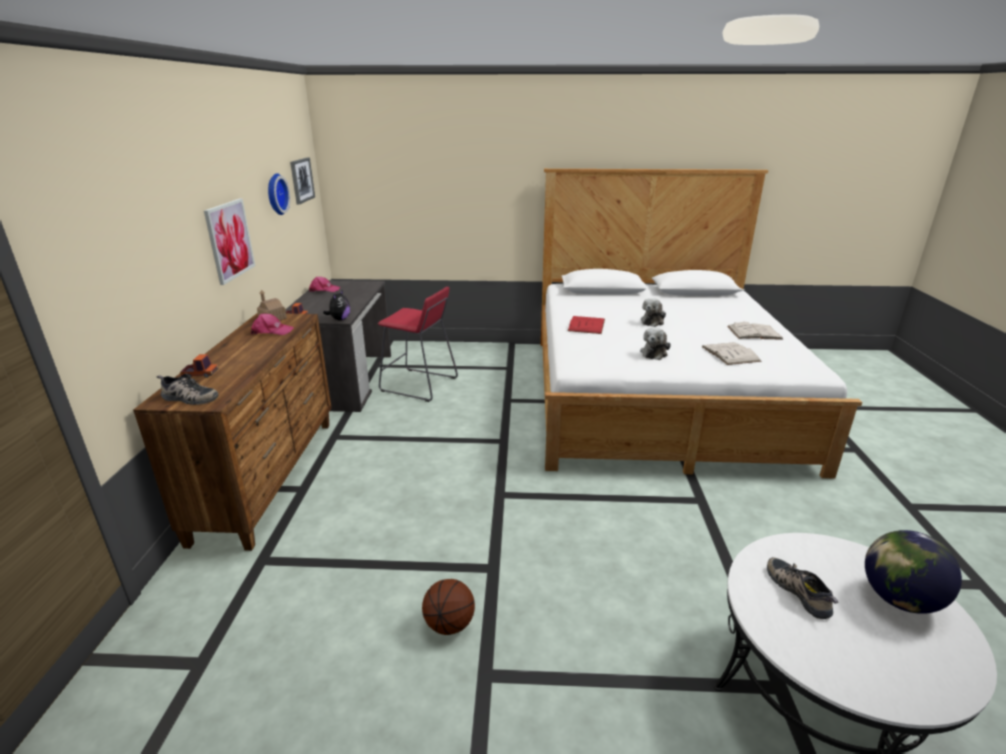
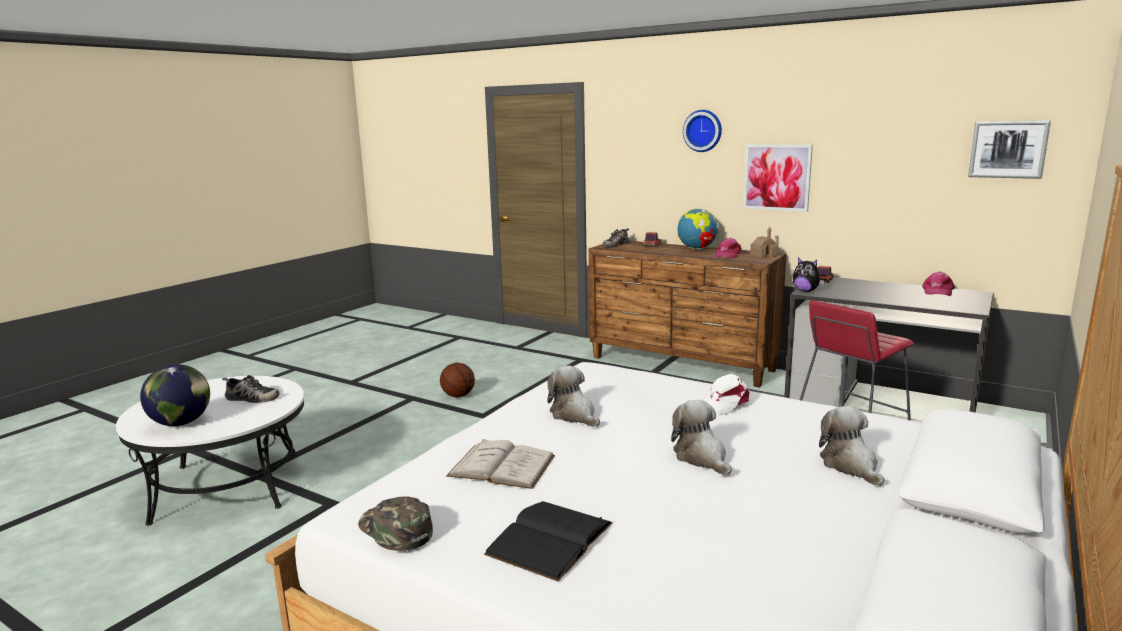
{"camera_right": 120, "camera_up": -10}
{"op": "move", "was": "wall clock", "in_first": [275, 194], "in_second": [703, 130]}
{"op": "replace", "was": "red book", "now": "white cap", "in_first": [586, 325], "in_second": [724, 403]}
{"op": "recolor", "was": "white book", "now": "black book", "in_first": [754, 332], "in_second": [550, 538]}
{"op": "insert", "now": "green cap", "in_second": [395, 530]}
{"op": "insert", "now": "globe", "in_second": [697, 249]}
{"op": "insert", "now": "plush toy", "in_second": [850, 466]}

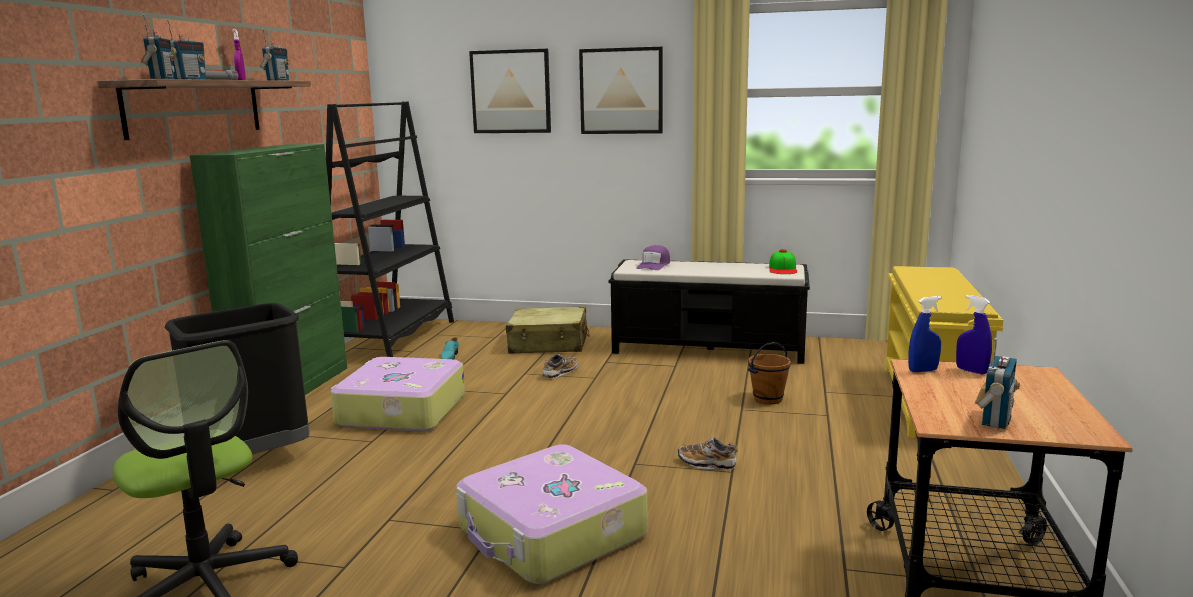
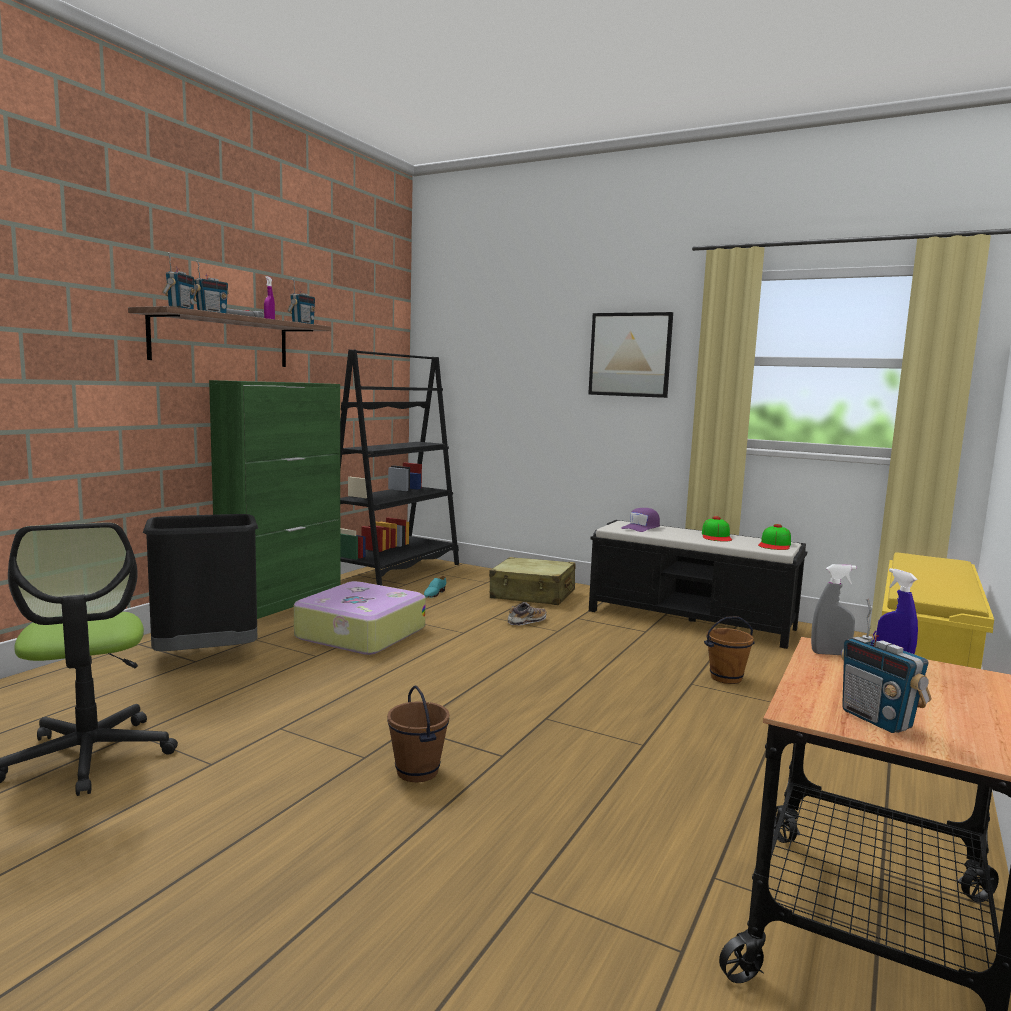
{"camera_right": 15, "camera_up": -5}
{"op": "replace", "was": "suitcase", "now": "brown bucket", "in_first": [551, 534], "in_second": [418, 771]}
{"op": "delete", "was": "picture", "in_first": [511, 91]}
{"op": "delete", "was": "shoe", "in_first": [707, 464]}
{"op": "recolor", "was": "blue spray bottle", "now": "grey spray bottle", "in_first": [923, 370], "in_second": [830, 653]}
{"op": "rotate", "was": "radio", "in_first": [994, 420], "in_second": [877, 719], "clockwise": 105}
{"op": "insert", "now": "cap", "in_second": [716, 536]}

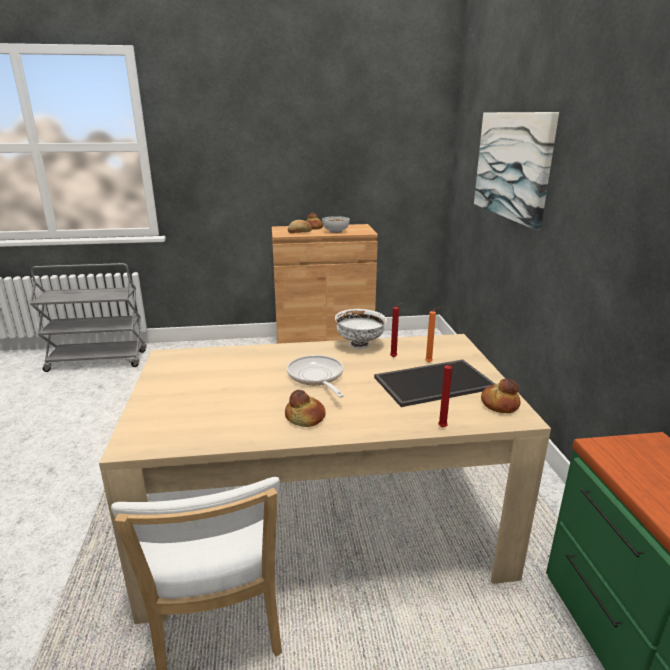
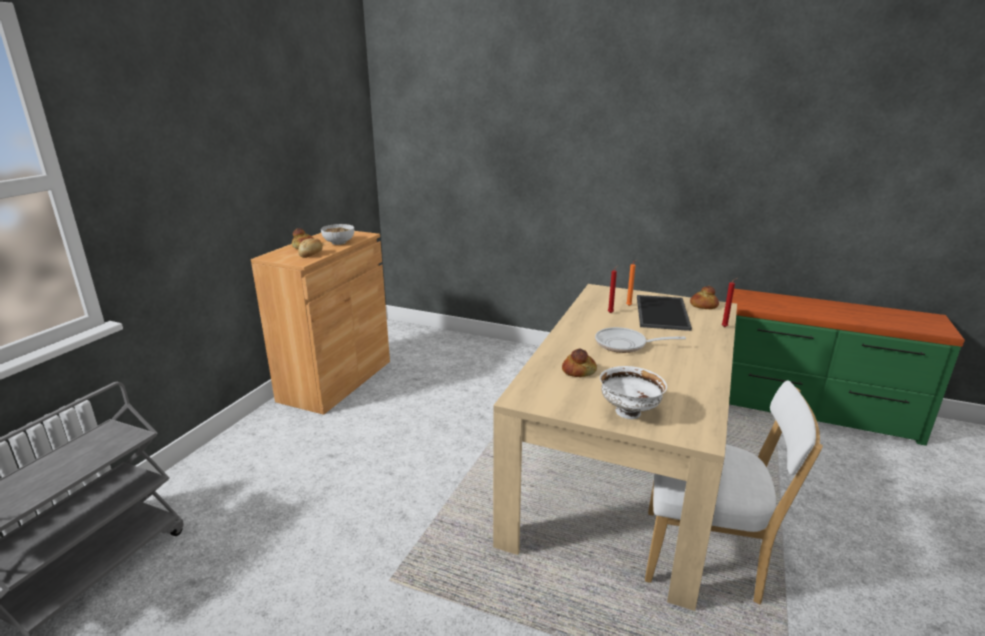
{"camera_right": -60, "camera_up": 0}
{"op": "move", "was": "bread", "in_first": [305, 417], "in_second": [578, 370]}
{"op": "move", "was": "white bowl", "in_first": [360, 345], "in_second": [629, 412]}
{"op": "delete", "was": "picture", "in_first": [512, 165]}

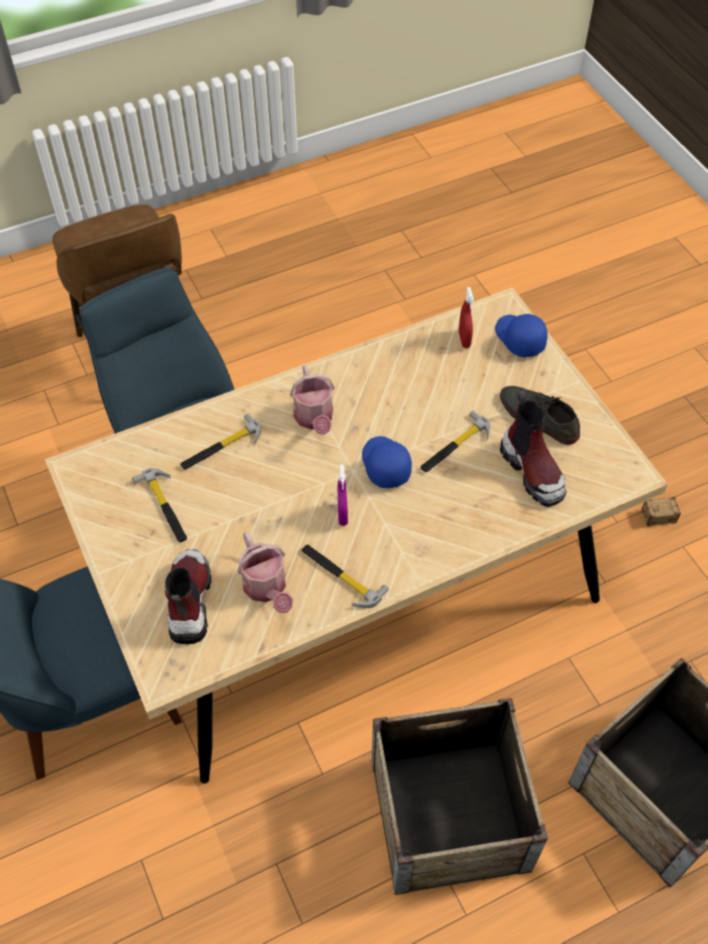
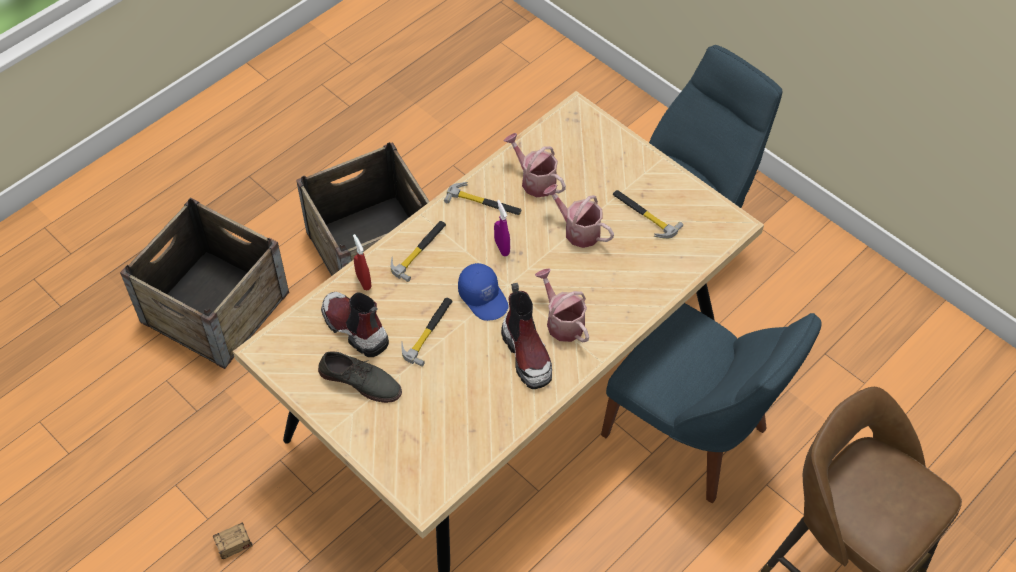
{"camera_right": 160, "camera_up": 0}
{"op": "move", "was": "boot", "in_first": [189, 600], "in_second": [527, 354]}
{"op": "move", "was": "hammer", "in_first": [221, 447], "in_second": [419, 250]}
{"op": "move", "was": "red spray bottle", "in_first": [464, 339], "in_second": [363, 281]}
{"op": "delete", "was": "blue cap", "in_first": [519, 338]}
{"op": "insert", "now": "watering can", "in_second": [577, 230]}

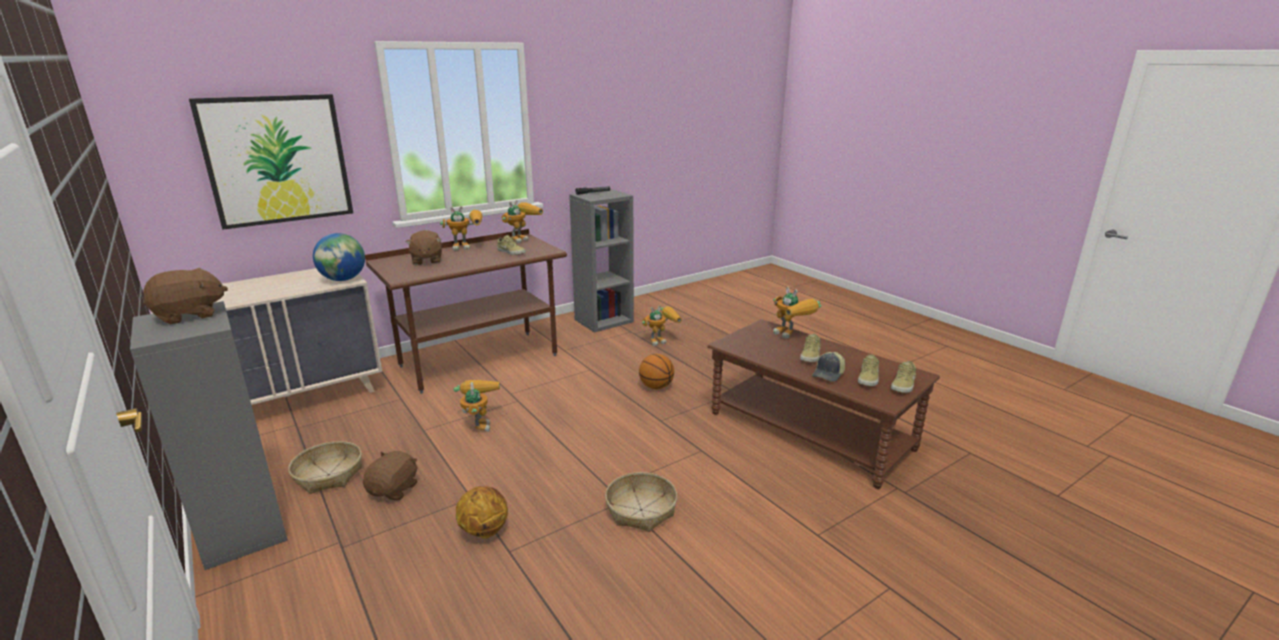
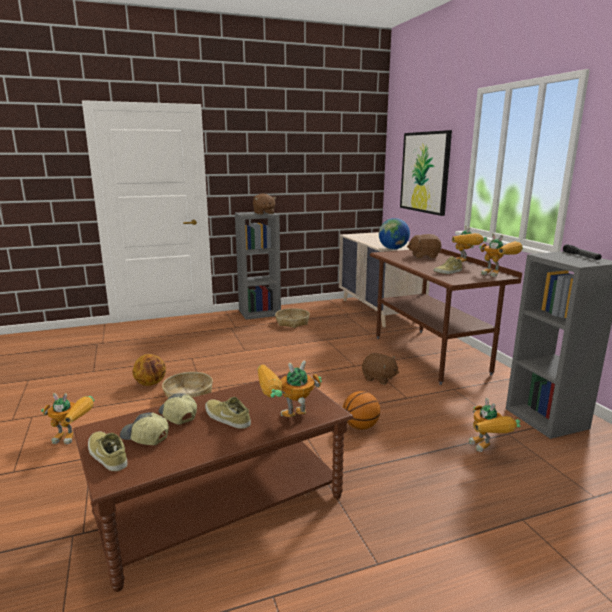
{"camera_right": 105, "camera_up": -5}
{"op": "move", "was": "brown plush toy", "in_first": [394, 490], "in_second": [379, 378]}
{"op": "move", "was": "toy robot", "in_first": [478, 423], "in_second": [74, 438]}
{"op": "move", "was": "basketball", "in_first": [484, 531], "in_second": [151, 383]}
{"op": "replace", "was": "beige shoe", "now": "cap", "in_first": [869, 378], "in_second": [144, 437]}

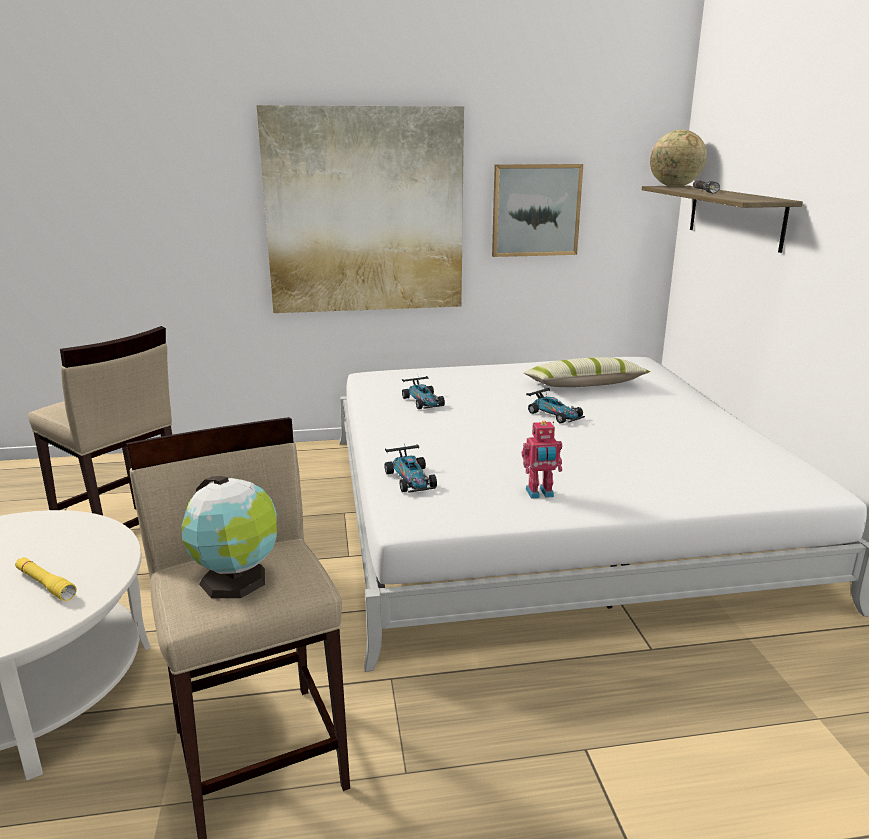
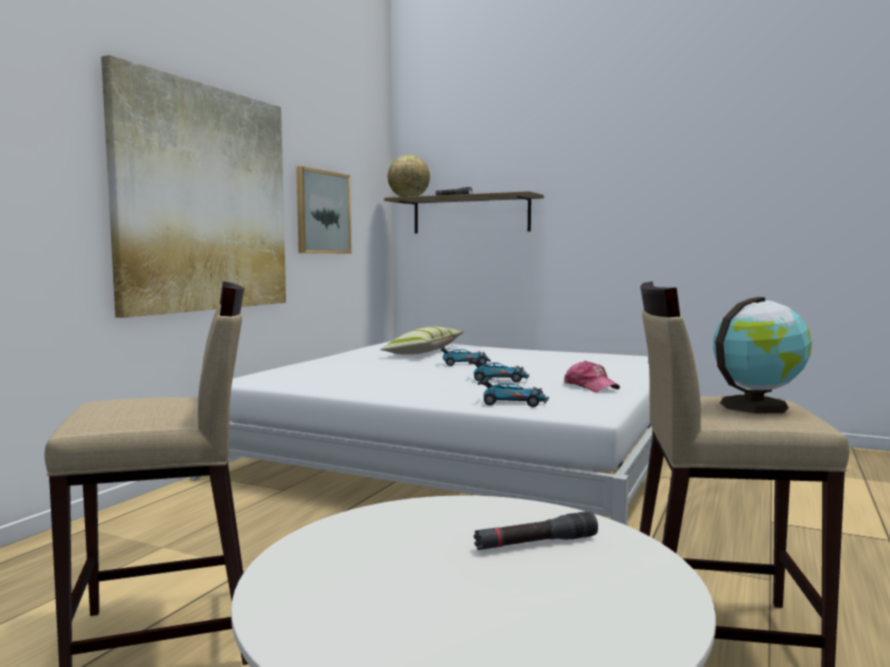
{"camera_right": -55, "camera_up": -15}
{"op": "recolor", "was": "yellow flashlight", "now": "black flashlight", "in_first": [45, 584], "in_second": [535, 543]}
{"op": "move", "was": "toy car", "in_first": [423, 401], "in_second": [498, 379]}
{"op": "replace", "was": "toy robot", "now": "cap", "in_first": [540, 494], "in_second": [590, 387]}

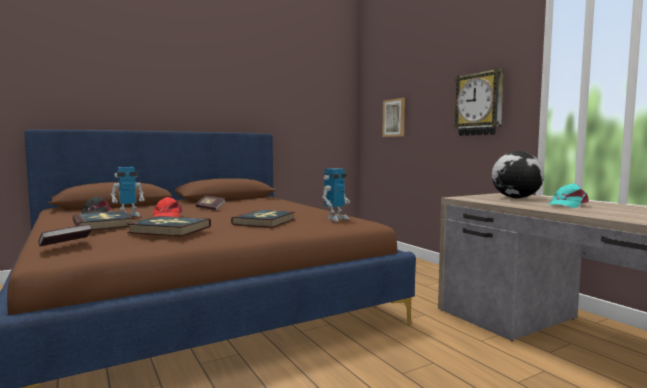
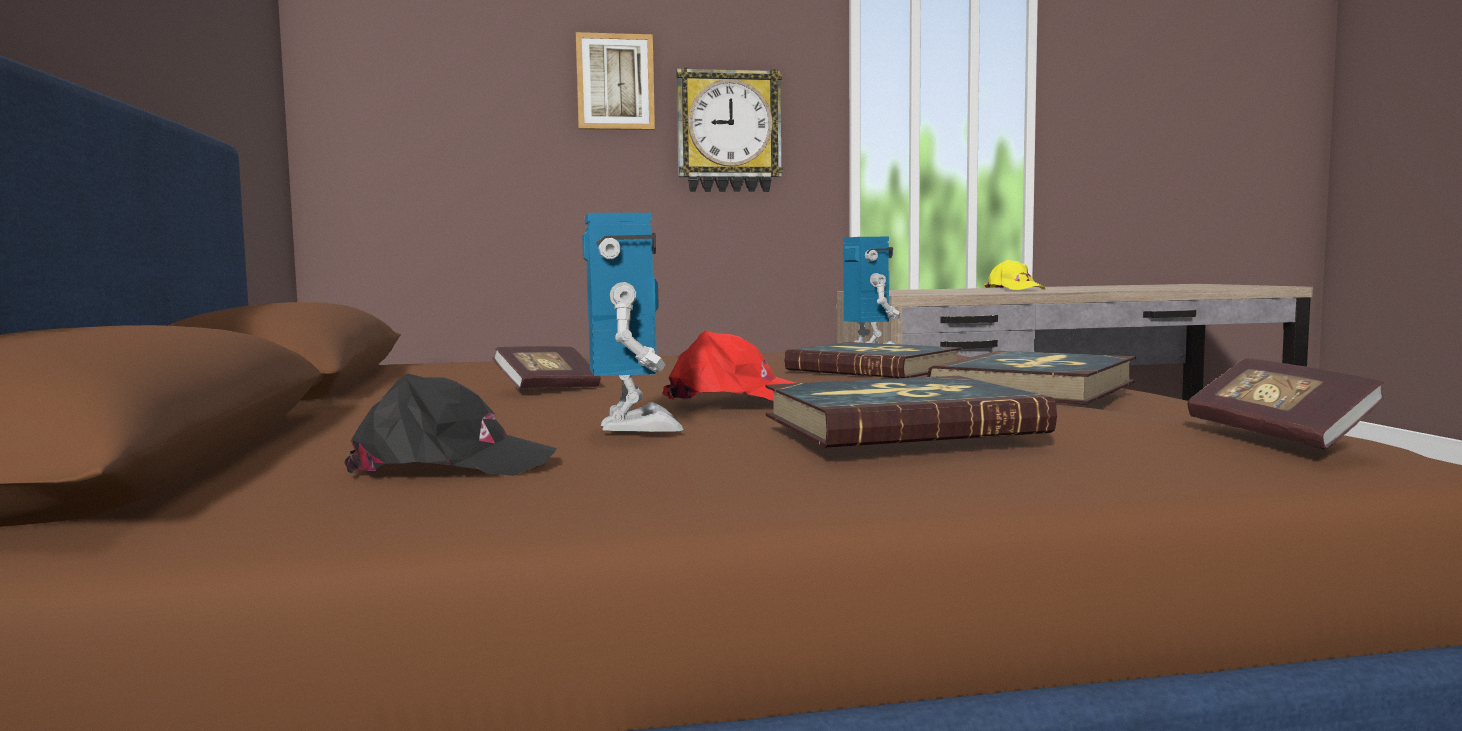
{"camera_right": -70, "camera_up": 0}
{"op": "move", "was": "picture", "in_first": [394, 118], "in_second": [615, 82]}
{"op": "delete", "was": "globe", "in_first": [516, 198]}
{"op": "recolor", "was": "turquoise cap", "now": "yellow cap", "in_first": [567, 205], "in_second": [1014, 289]}

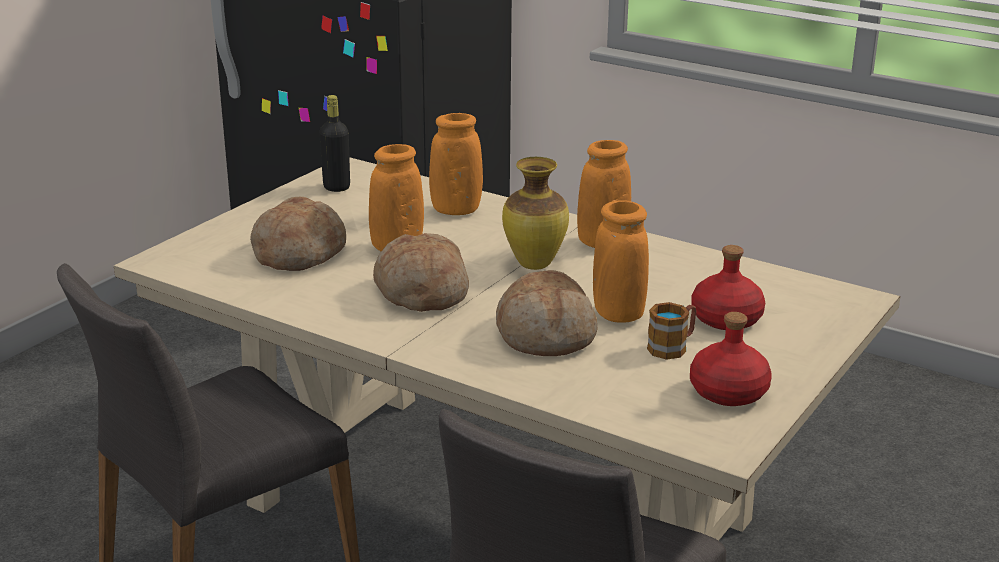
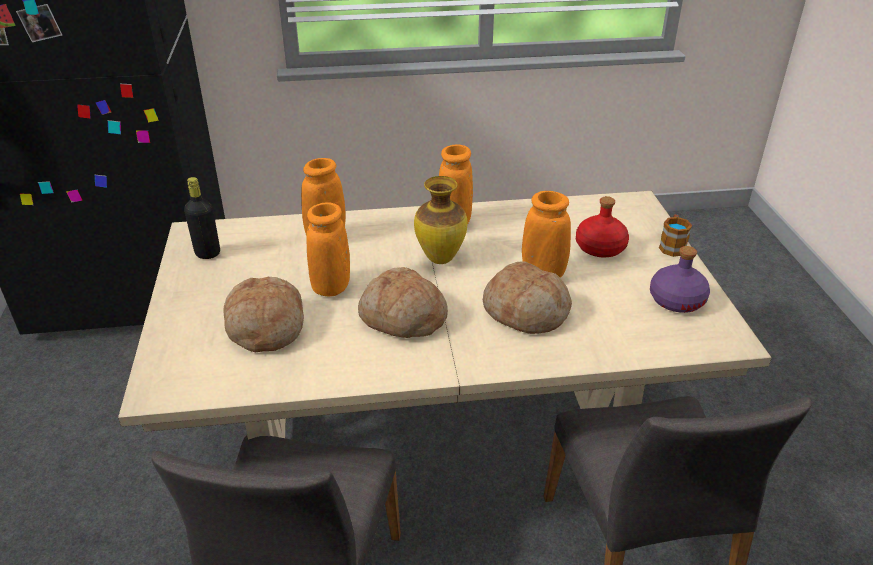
{"camera_right": -40, "camera_up": 10}
{"op": "move", "was": "mug", "in_first": [672, 347], "in_second": [672, 245]}
{"op": "recolor", "was": "red bottle", "now": "purple bottle", "in_first": [728, 392], "in_second": [676, 300]}

